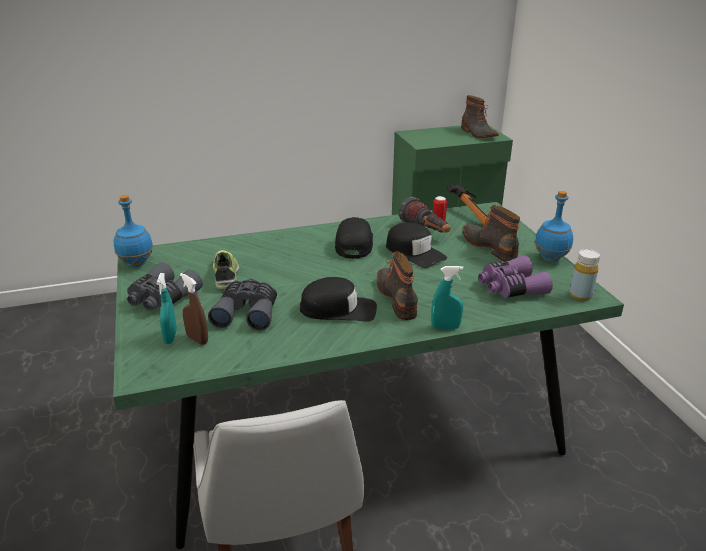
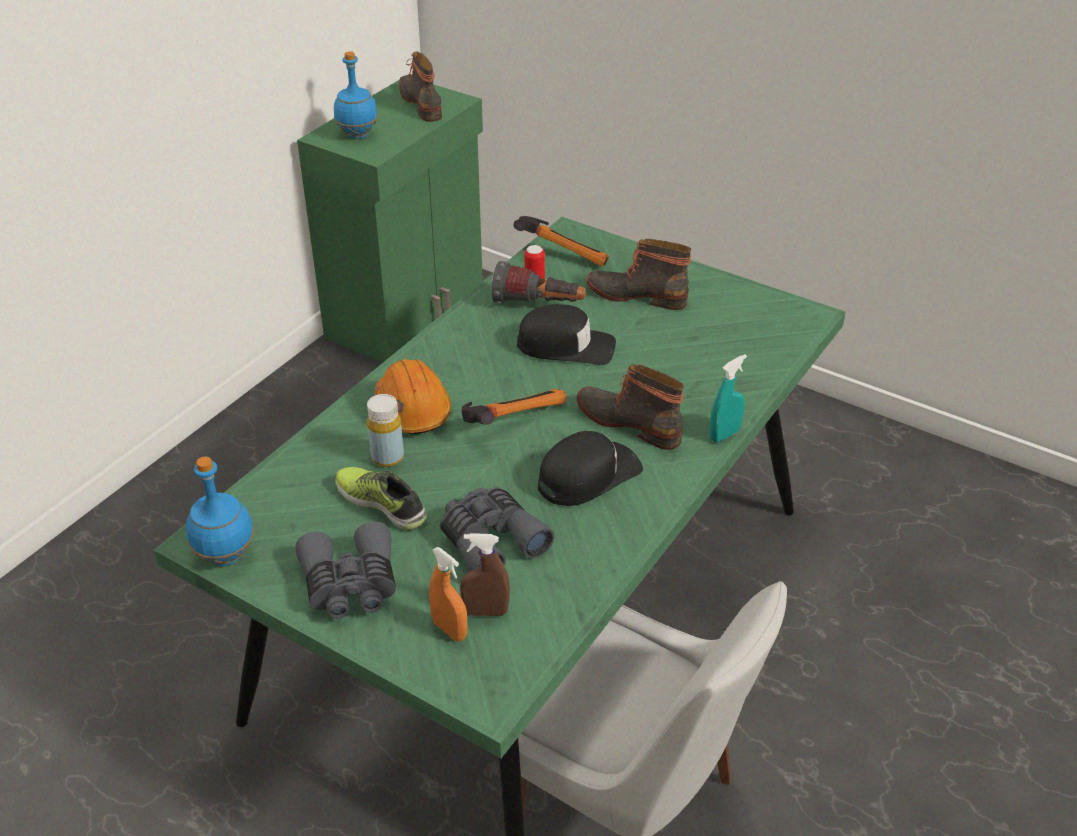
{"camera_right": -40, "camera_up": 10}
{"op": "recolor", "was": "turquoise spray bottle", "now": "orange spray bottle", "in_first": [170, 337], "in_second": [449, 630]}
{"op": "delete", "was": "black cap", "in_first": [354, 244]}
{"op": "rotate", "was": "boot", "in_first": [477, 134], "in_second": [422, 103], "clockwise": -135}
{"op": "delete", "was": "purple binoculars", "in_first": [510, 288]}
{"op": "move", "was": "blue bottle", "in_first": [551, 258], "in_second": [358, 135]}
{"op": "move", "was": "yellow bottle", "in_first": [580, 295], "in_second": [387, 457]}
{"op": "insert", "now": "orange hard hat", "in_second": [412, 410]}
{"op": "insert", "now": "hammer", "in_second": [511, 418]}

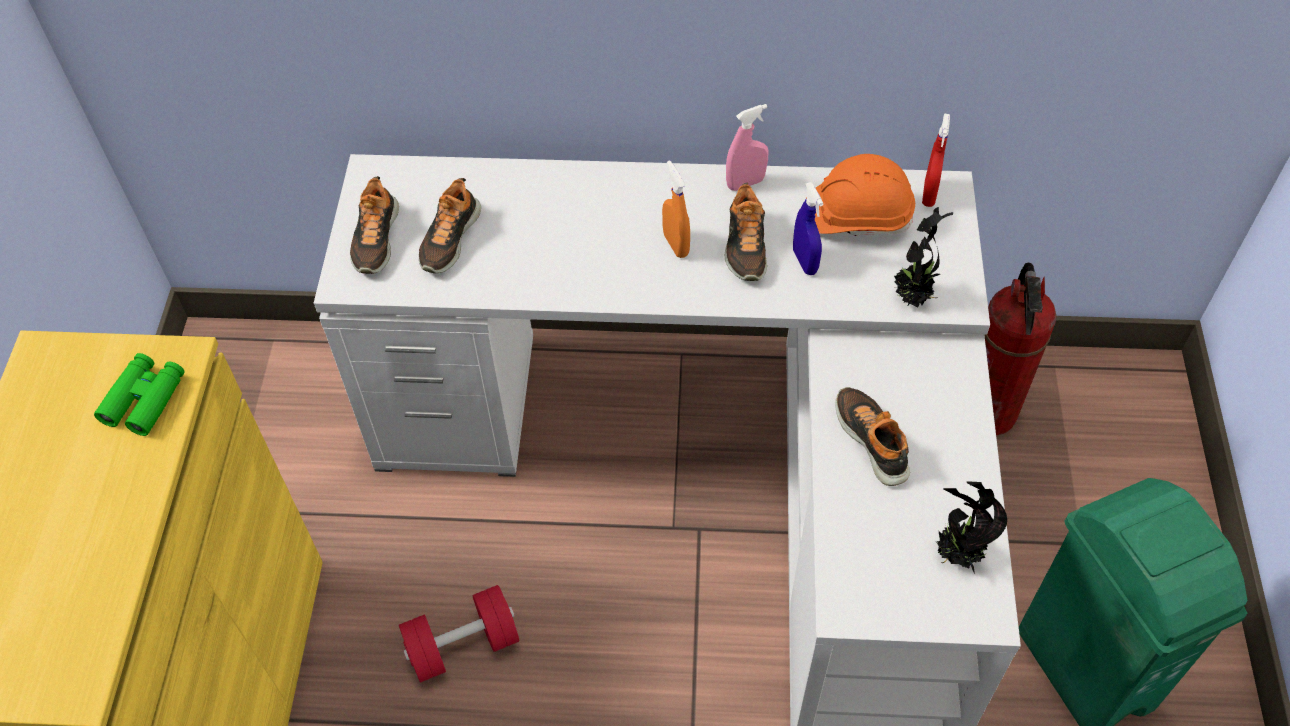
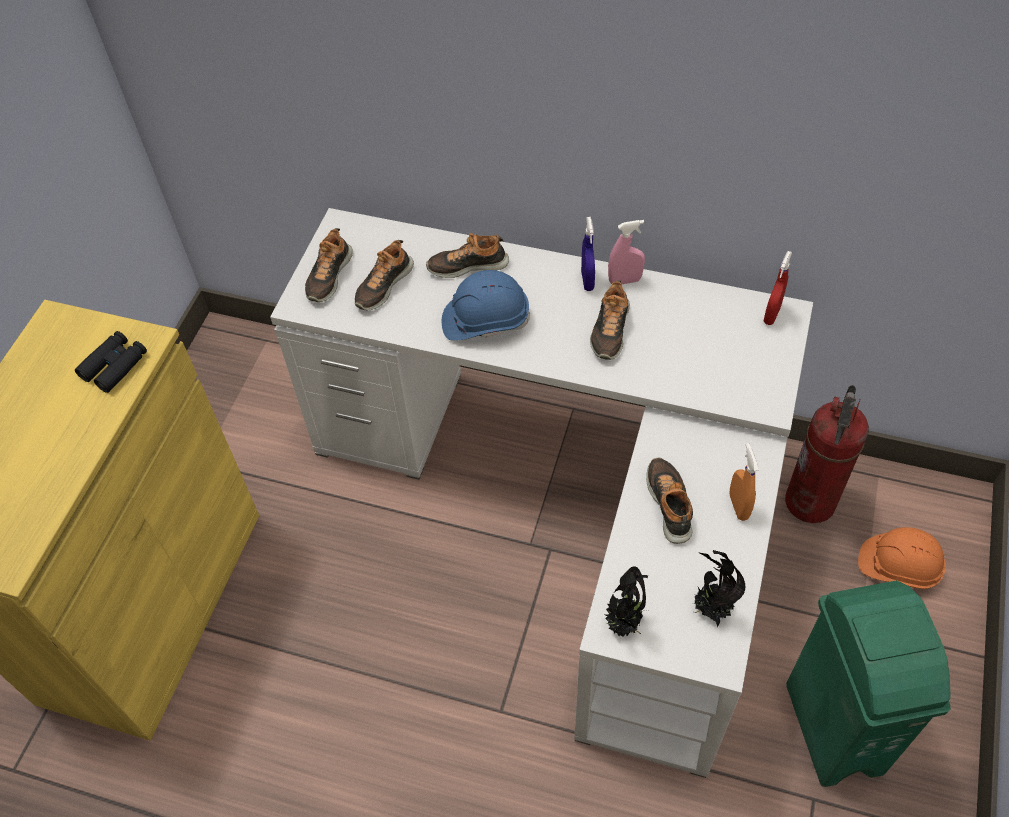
{"camera_right": 15, "camera_up": 0}
{"op": "recolor", "was": "green binoculars", "now": "black binoculars", "in_first": [145, 399], "in_second": [114, 366]}
{"op": "delete", "was": "red dumbbell", "in_first": [463, 645]}
{"op": "move", "was": "orange spray bottle", "in_first": [676, 245], "in_second": [738, 506]}
{"op": "move", "was": "blue spray bottle", "in_first": [805, 262], "in_second": [587, 280]}
{"op": "move", "was": "orange hard hat", "in_first": [856, 216], "in_second": [898, 566]}
{"op": "move", "was": "potted plant", "in_first": [913, 297], "in_second": [624, 624]}
{"op": "insert", "now": "shoe", "in_second": [468, 265]}
{"op": "insert", "now": "blue hard hat", "in_second": [485, 320]}

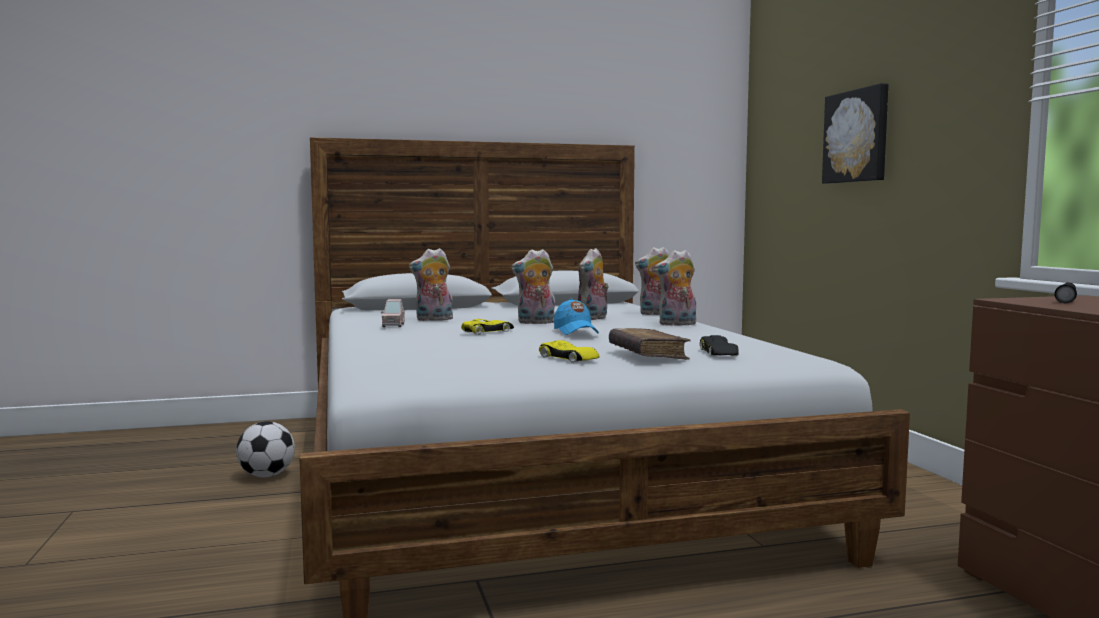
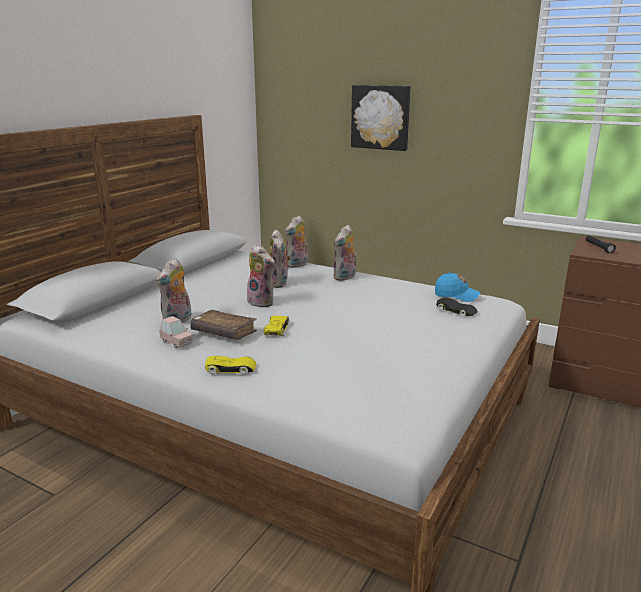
{"camera_right": -45, "camera_up": 15}
{"op": "delete", "was": "football", "in_first": [266, 476]}
{"op": "rotate", "was": "plush toy", "in_first": [535, 323], "in_second": [262, 302], "clockwise": -90}
{"op": "move", "was": "yellow toy car", "in_first": [568, 358], "in_second": [231, 369]}
{"op": "move", "was": "blue cap", "in_first": [575, 331], "in_second": [457, 295]}
{"op": "move", "was": "brown book", "in_first": [647, 355], "in_second": [224, 333]}

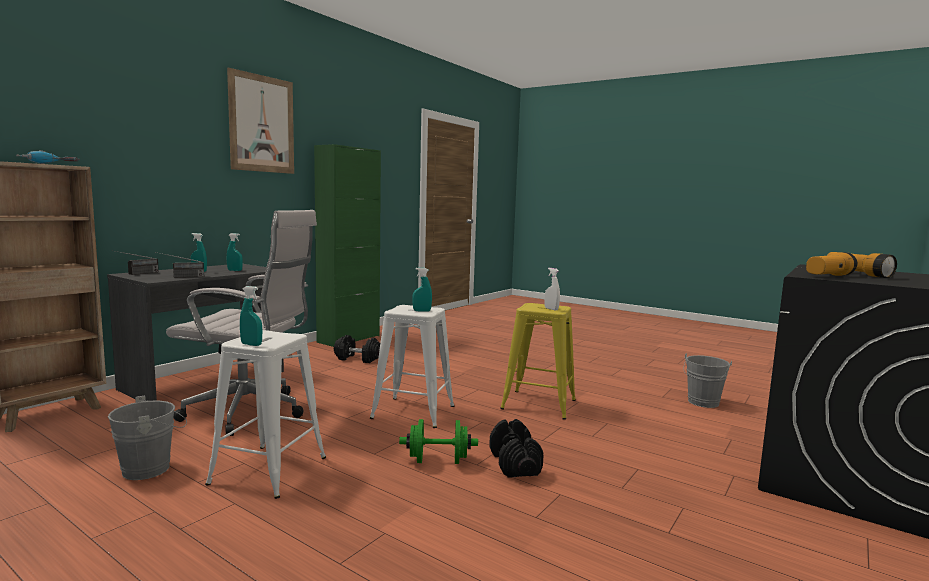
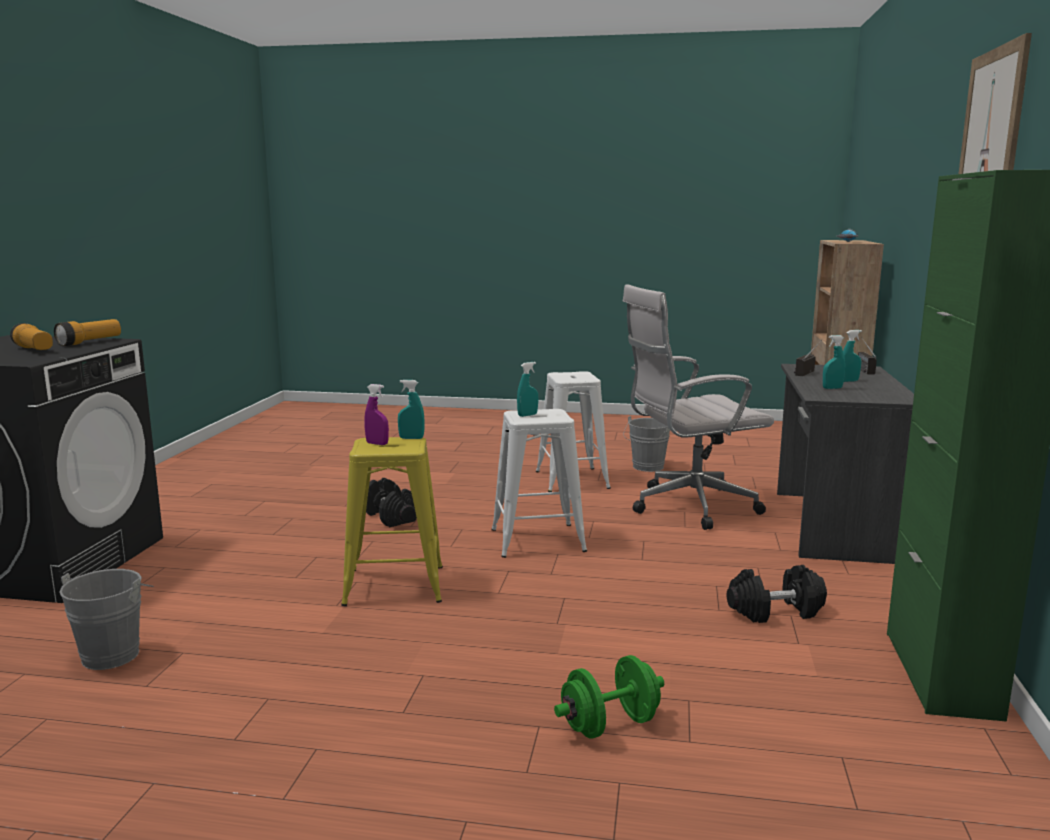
{"camera_right": 155, "camera_up": 5}
{"op": "move", "was": "turquoise spray bottle", "in_first": [251, 344], "in_second": [411, 438]}
{"op": "move", "was": "green dumbbell", "in_first": [438, 461], "in_second": [609, 725]}
{"op": "recolor", "was": "white spray bottle", "now": "purple spray bottle", "in_first": [551, 309], "in_second": [377, 444]}

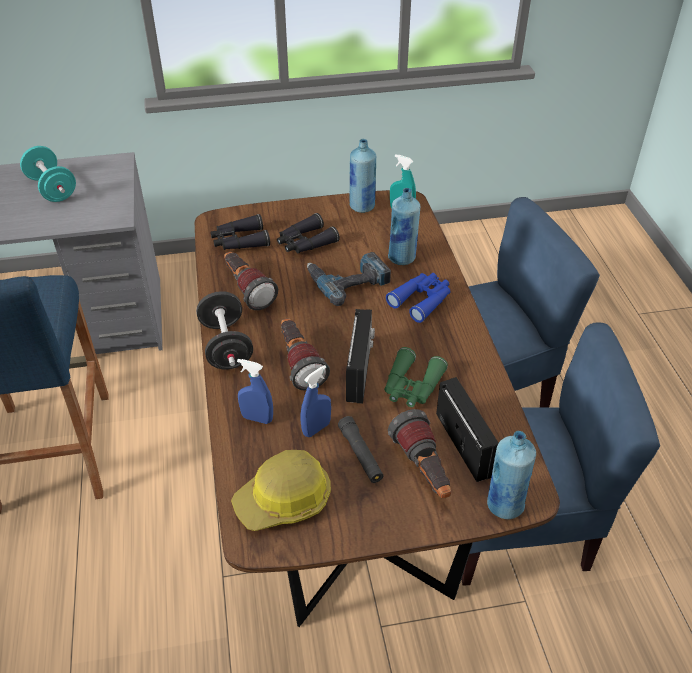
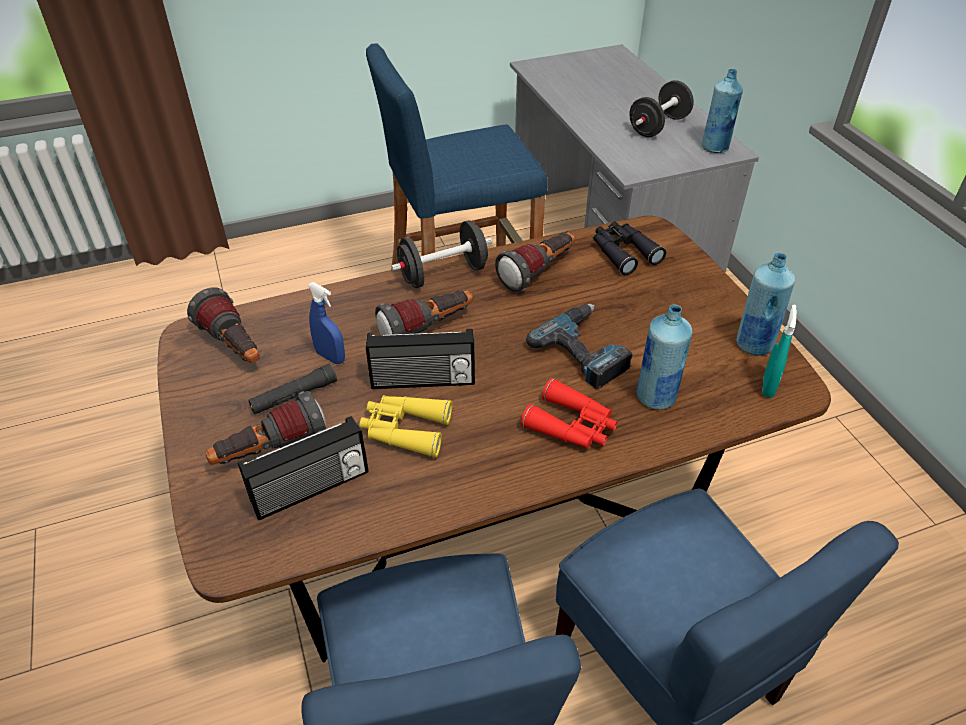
{"camera_right": 80, "camera_up": 0}
{"op": "recolor", "was": "turquoise dumbbell", "now": "black dumbbell", "in_first": [52, 189], "in_second": [658, 126]}
{"op": "replace", "was": "hard hat", "now": "flashlight", "in_first": [284, 500], "in_second": [234, 348]}
{"op": "delete", "was": "blue spray bottle", "in_first": [257, 418]}
{"op": "delete", "was": "black binoculars", "in_first": [305, 242]}
{"op": "recolor", "was": "green binoculars", "now": "yellow binoculars", "in_first": [412, 386], "in_second": [405, 430]}
{"op": "recolor", "was": "blue binoculars", "now": "red binoculars", "in_first": [421, 300], "in_second": [572, 426]}
{"op": "move", "was": "blue bottle", "in_first": [504, 505], "in_second": [715, 148]}

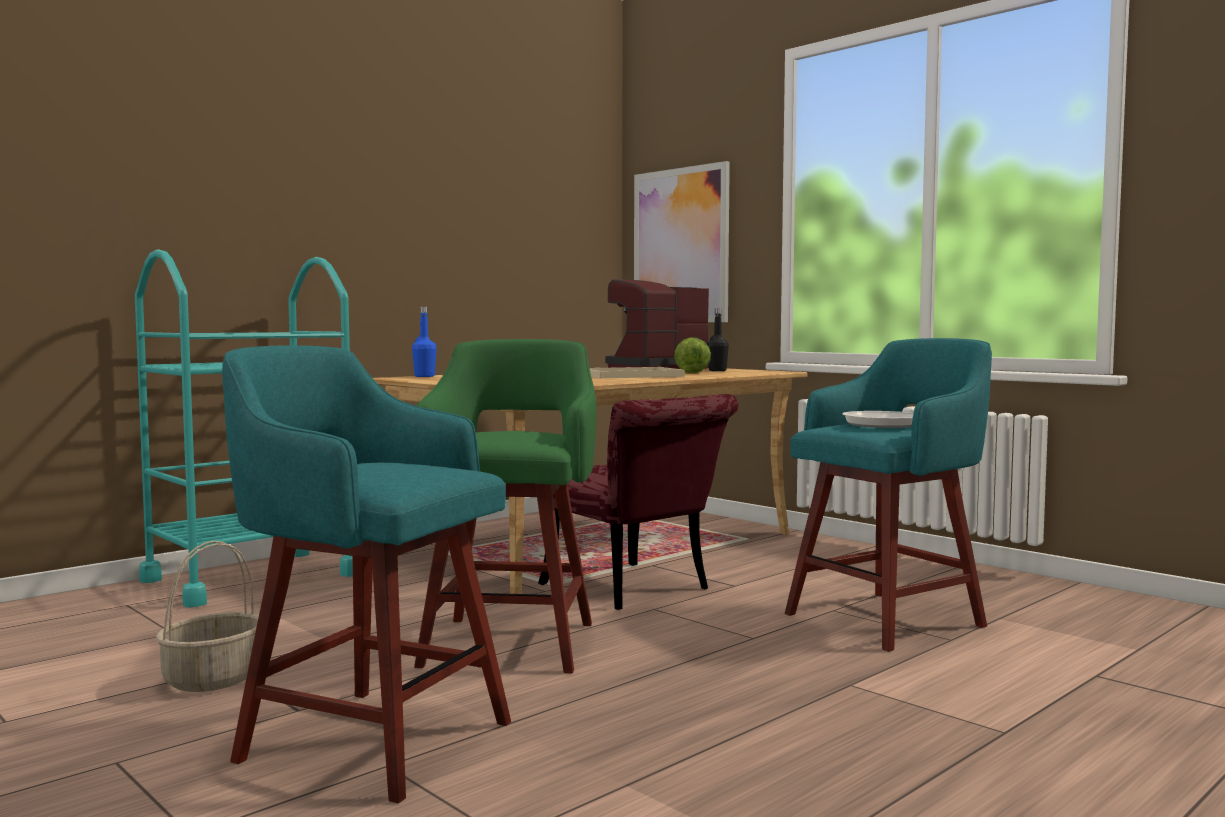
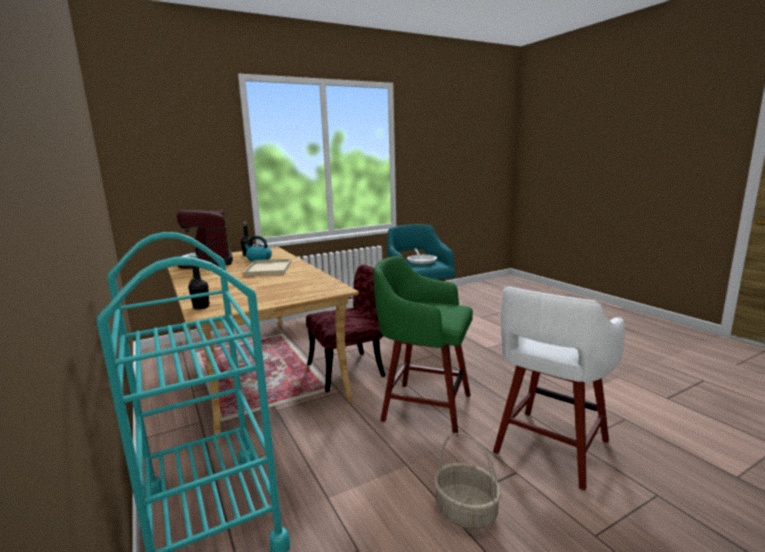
{"camera_right": -75, "camera_up": 10}
{"op": "recolor", "was": "turquoise stool", "now": "white stool", "in_first": [370, 739], "in_second": [549, 448]}
{"op": "recolor", "was": "blue bottle", "now": "black bottle", "in_first": [424, 376], "in_second": [201, 307]}
{"op": "delete", "was": "picture", "in_first": [680, 246]}
{"op": "replace", "was": "lettuce", "now": "kettle", "in_first": [691, 372], "in_second": [258, 259]}

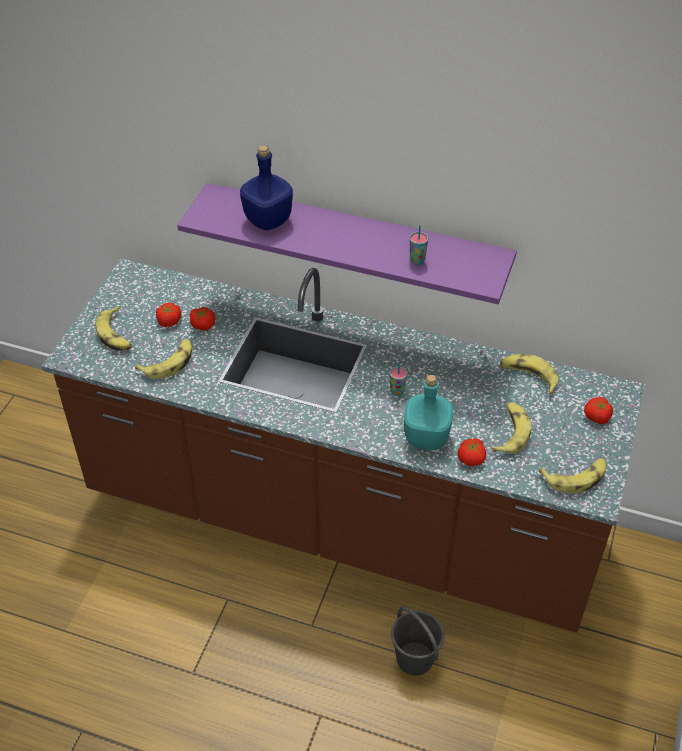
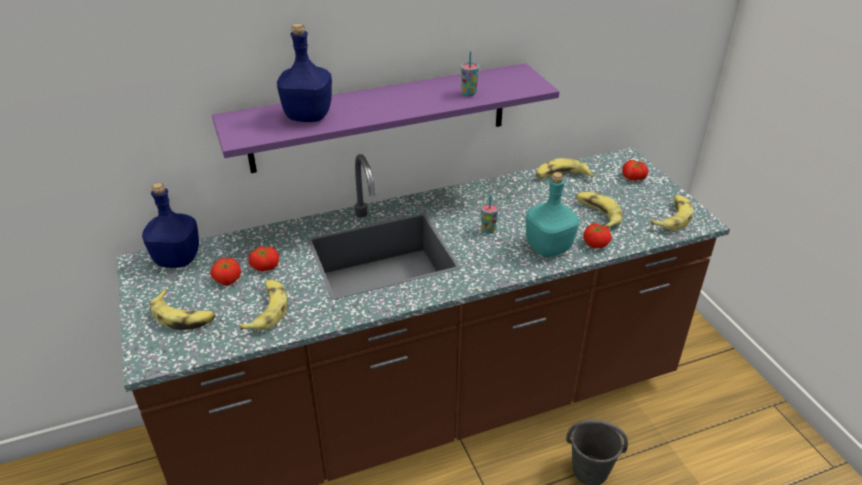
{"camera_right": -40, "camera_up": -10}
{"op": "insert", "now": "blue bottle", "in_second": [176, 259]}

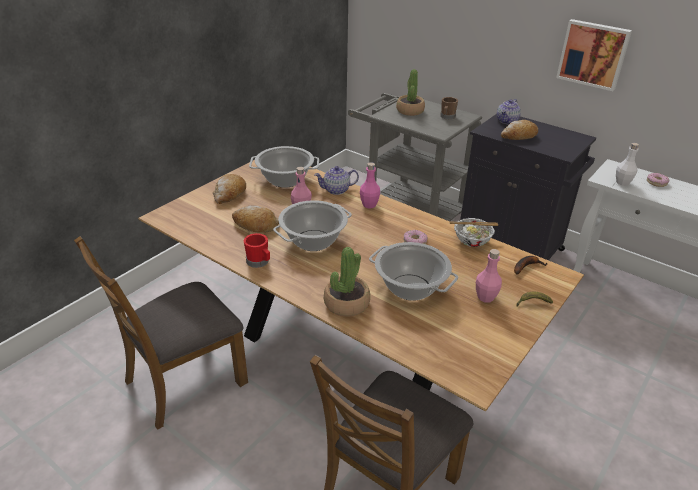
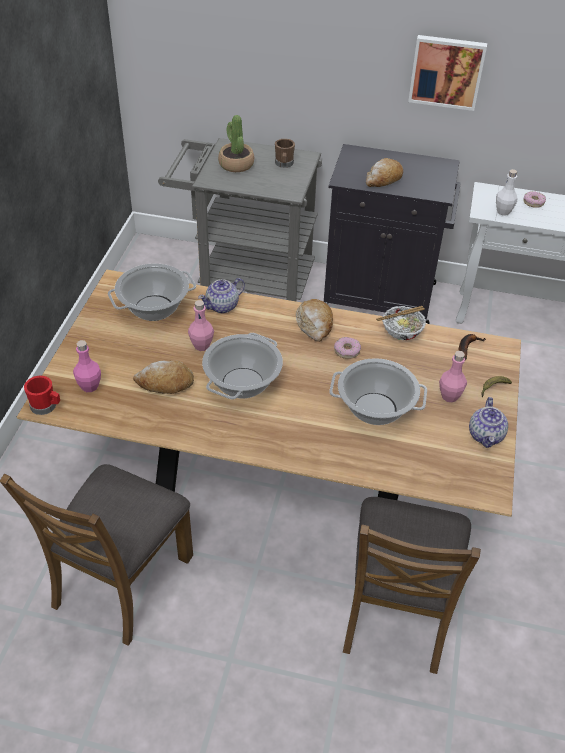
{"camera_right": -25, "camera_up": 10}
{"op": "move", "was": "bread", "in_first": [229, 194], "in_second": [314, 325]}
{"op": "move", "was": "red mug", "in_first": [259, 262], "in_second": [46, 406]}
{"op": "delete", "was": "potted plant", "in_first": [346, 303]}
{"op": "move", "was": "pink bottle", "in_first": [369, 205], "in_second": [89, 386]}
{"op": "move", "was": "teapot", "in_first": [507, 121], "in_second": [486, 436]}

